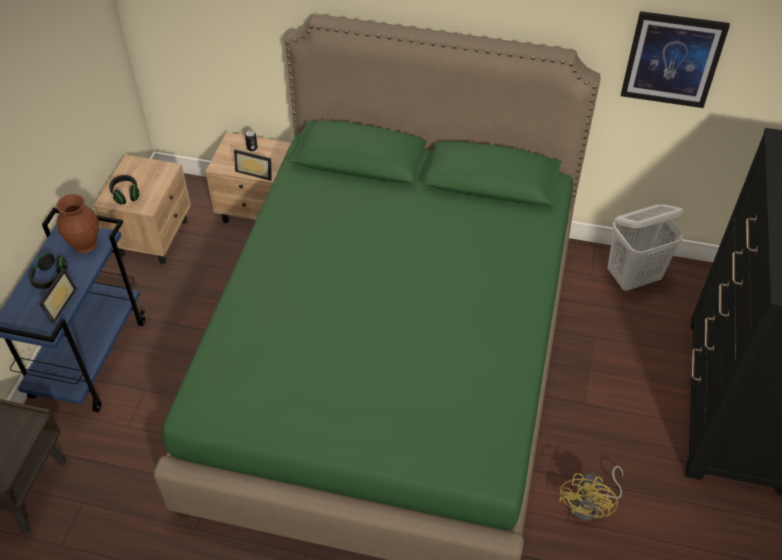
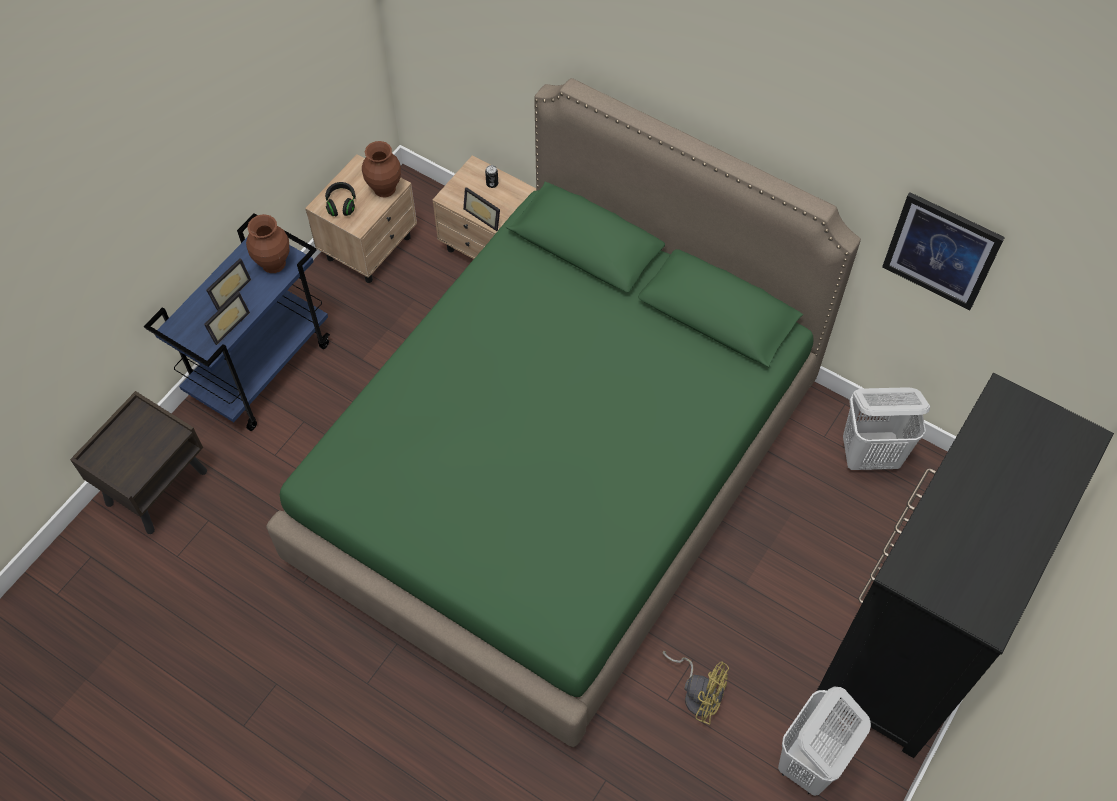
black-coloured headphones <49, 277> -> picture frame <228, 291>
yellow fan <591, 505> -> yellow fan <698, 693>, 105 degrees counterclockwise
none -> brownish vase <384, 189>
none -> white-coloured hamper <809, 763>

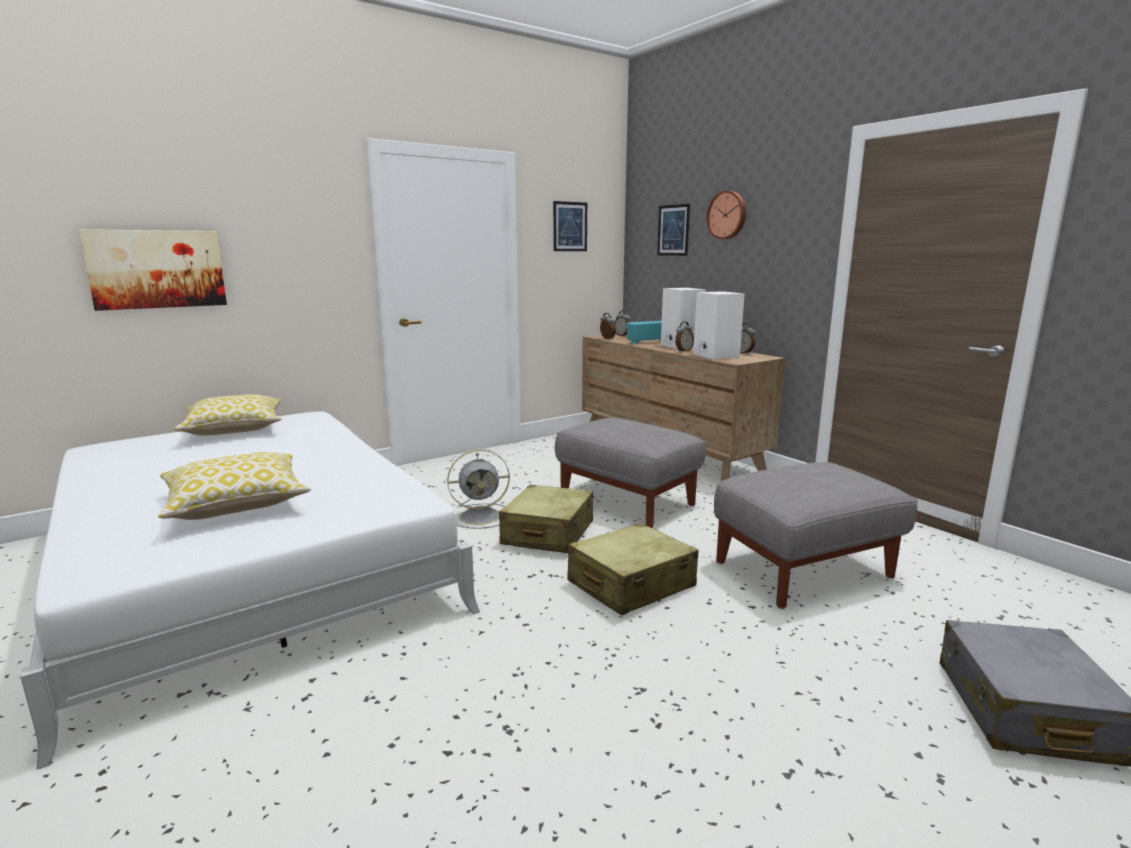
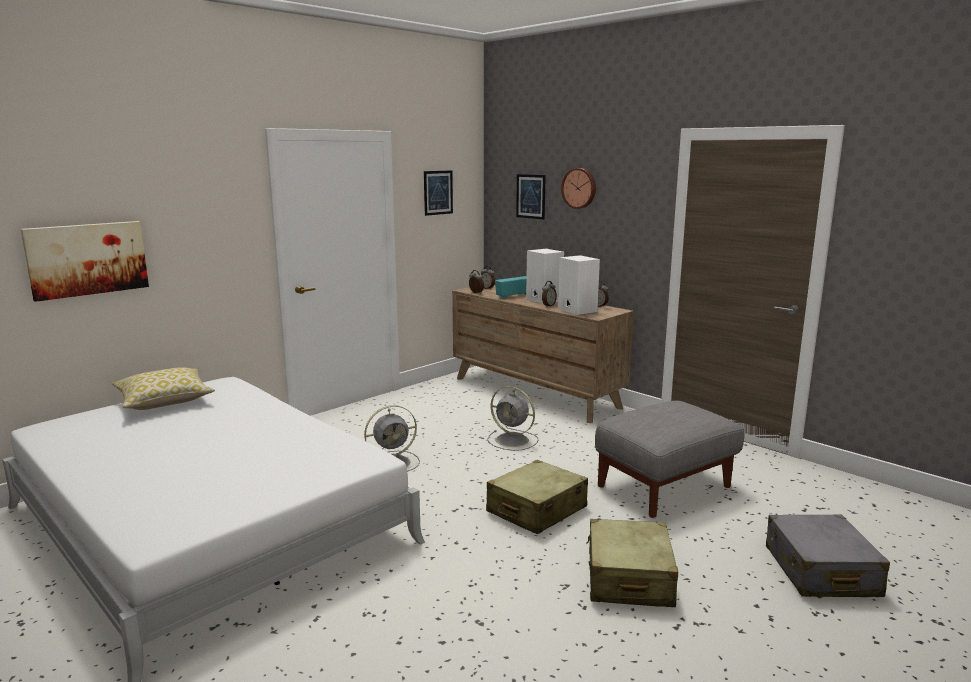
pillow <237, 504> -> none
sand-coloured suitcase <548, 533> -> sand-coloured suitcase <628, 578>, moved
grey ottoman <627, 501> -> grey fan <513, 440>

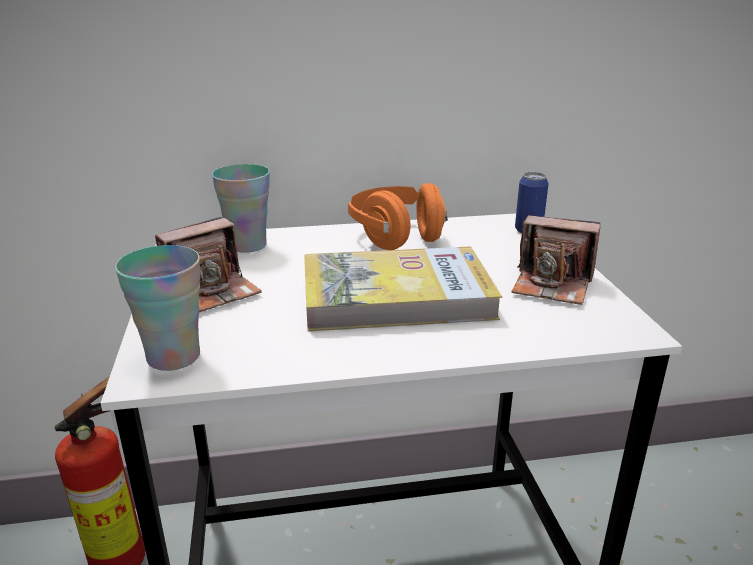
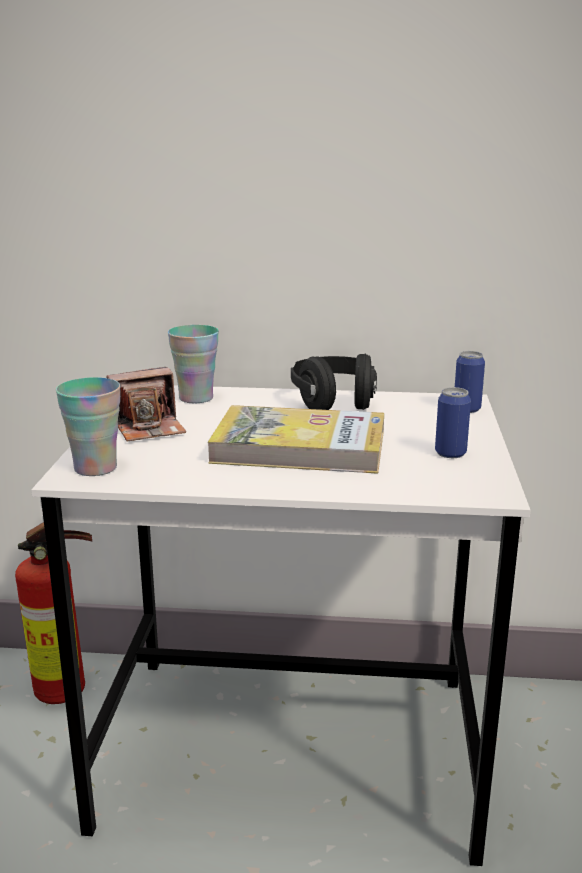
orange-coloured headphones <396, 236> -> black-coloured headphones <334, 403>
photo camera <552, 285> -> can <450, 453>

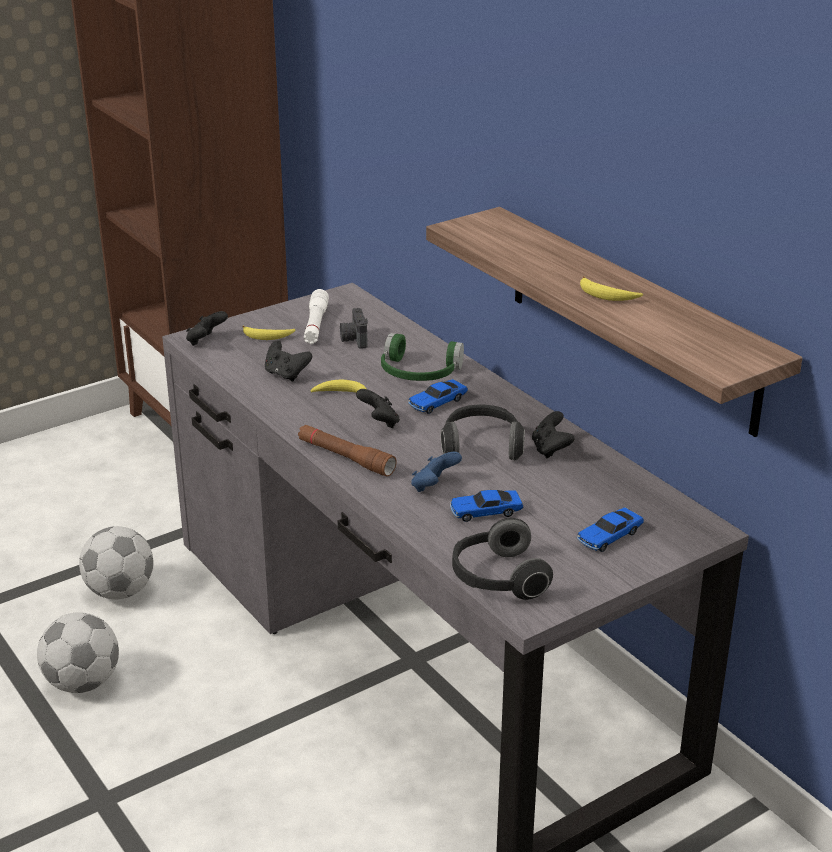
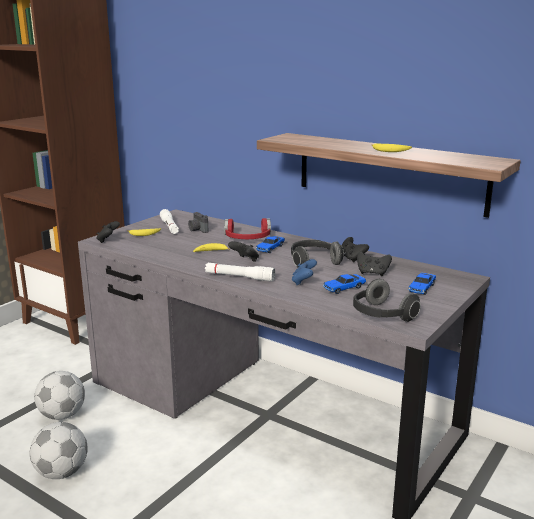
black-coloured joypad <286, 374> -> black-coloured joypad <372, 273>, moved
brownish hand torch <345, 458> -> white-coloured hand torch <239, 277>
green headphones <418, 373> -> red headphones <247, 238>

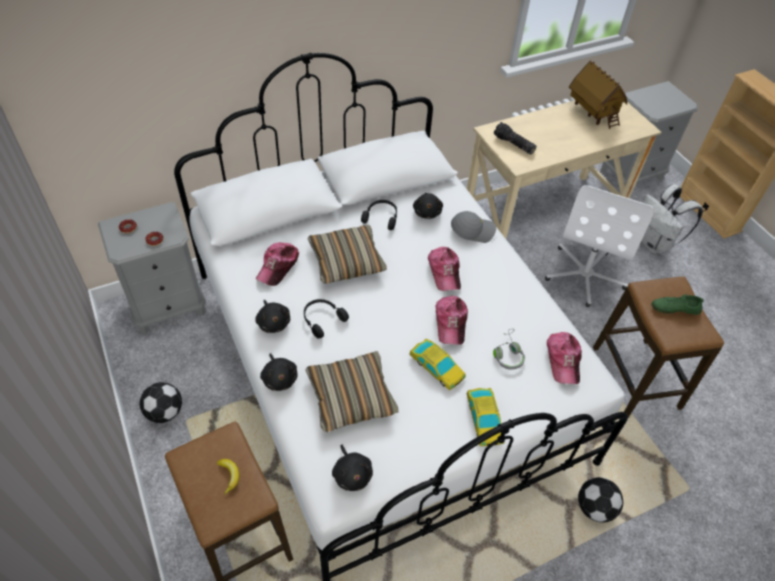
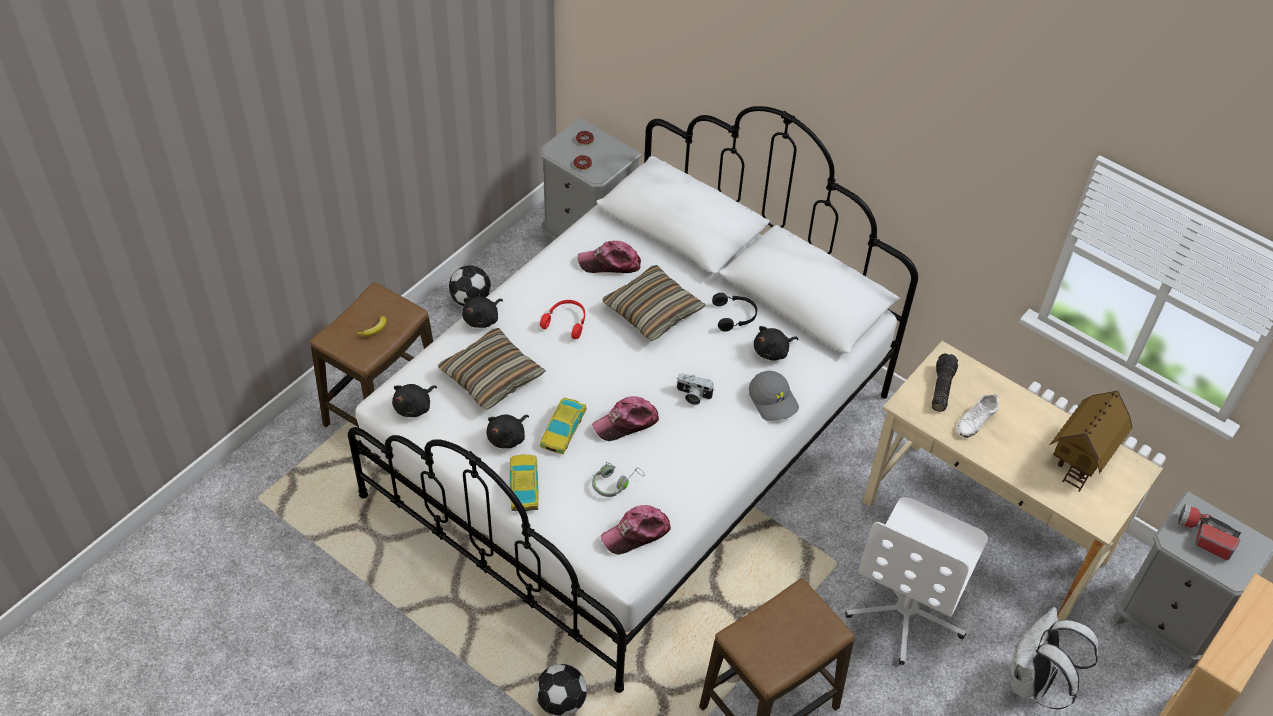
black-coloured plush toy <273, 322> -> black-coloured plush toy <508, 437>, moved
black-coloured headphones <322, 319> -> red headphones <566, 322>
peaked cap <444, 272> -> photo camera <693, 395>
model car <484, 419> -> model car <524, 486>, 120 degrees clockwise
white-coloured computer chair <585, 275> -> white-coloured computer chair <906, 610>, 60 degrees counterclockwise
green low shoe <675, 308> -> none
none -> white-coloured low shoe <976, 420>
none -> hand torch <1204, 536>

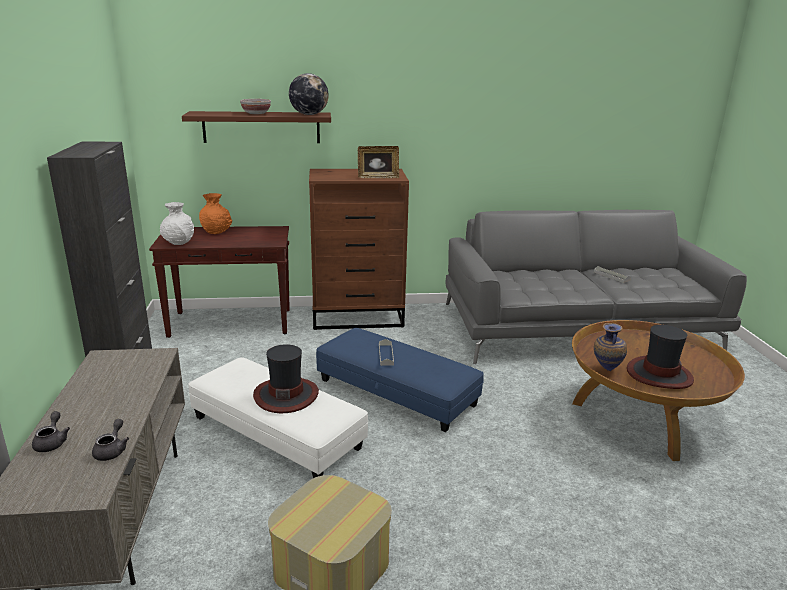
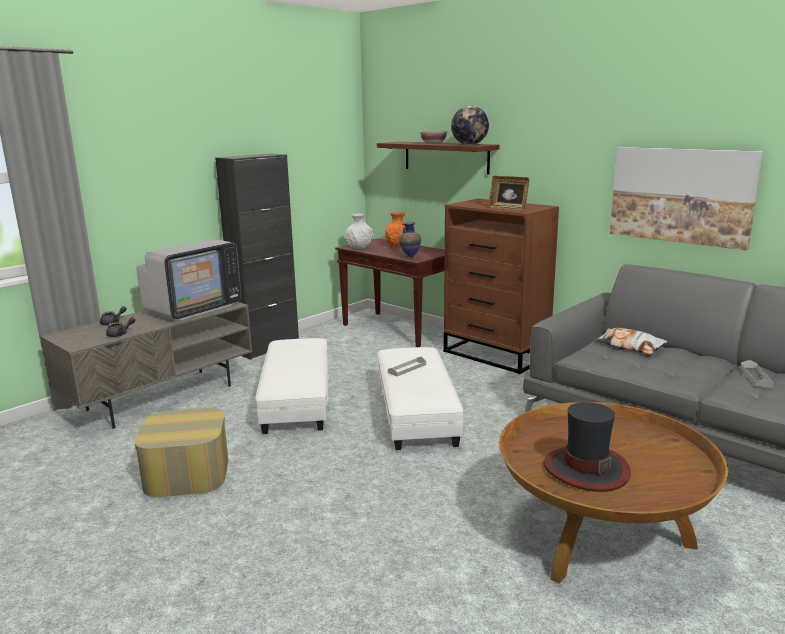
hat <286, 395> -> none
blue ottoman <396, 392> -> white-coloured ottoman <416, 411>
vase <605, 370> -> vase <410, 257>, moved
none -> TV <193, 308>
none -> pillow <630, 346>
none -> picture <681, 195>

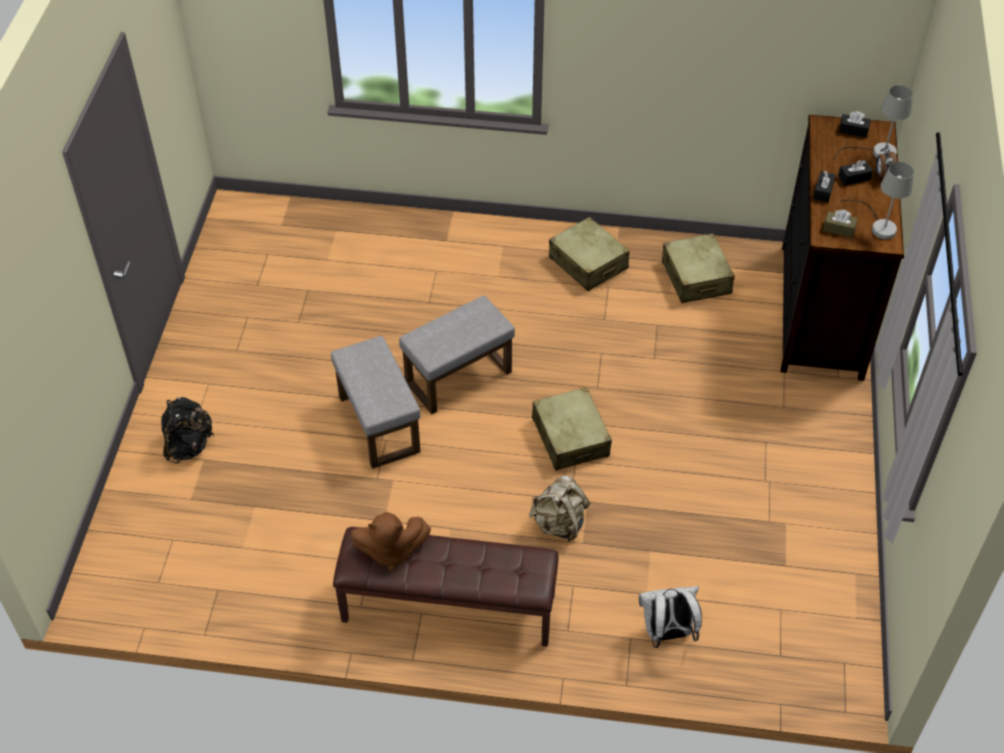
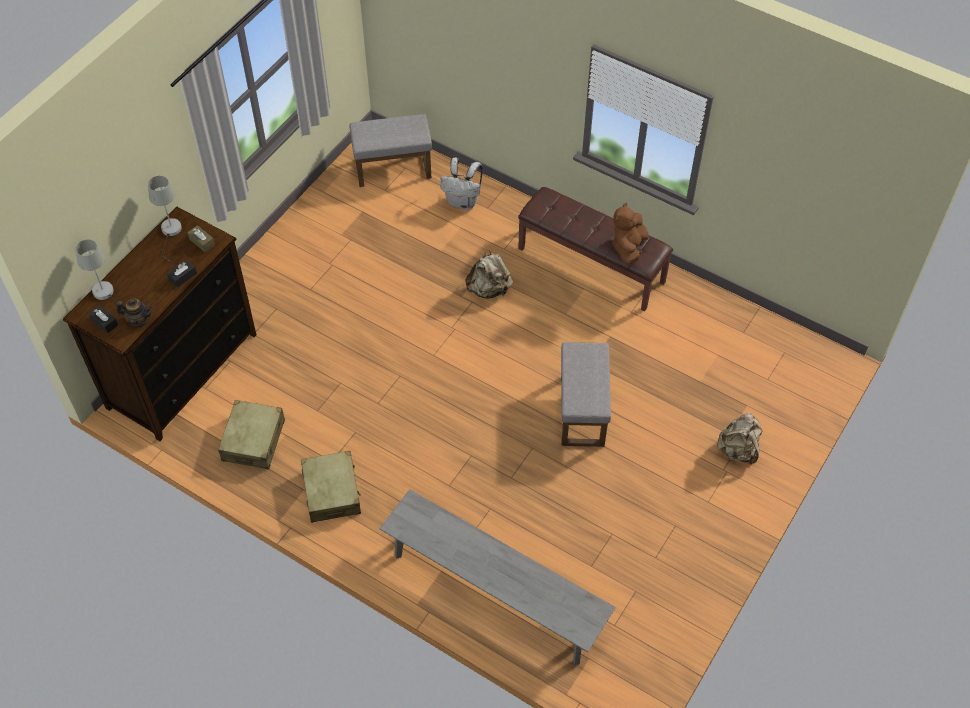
black-coloured knapsack <188, 445> -> sand-coloured knapsack <738, 450>
brownish plush toy <390, 551> -> brownish plush toy <628, 247>, 90 degrees counterclockwise
grey ottoman <459, 376> -> grey ottoman <392, 169>, moved
sand-coloured suitcase <570, 437> -> none
black-coloured tissue holder <854, 177> -> none
bedside clock <882, 175> -> none
none -> tea pot <138, 320>
none -> grey indoor bench <494, 593>

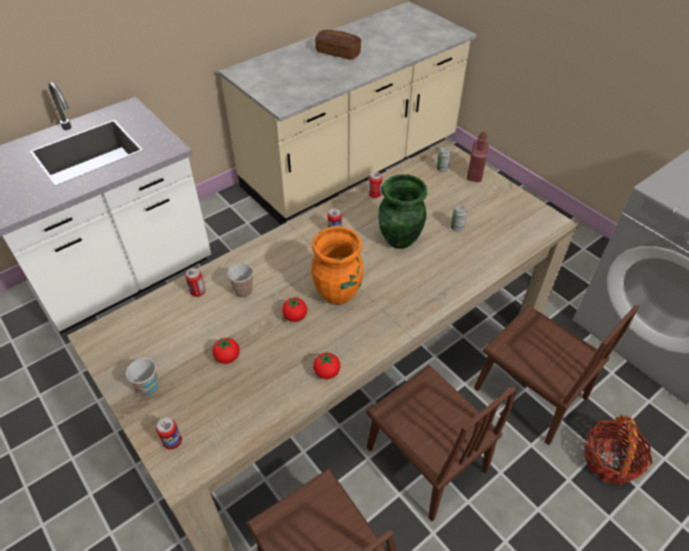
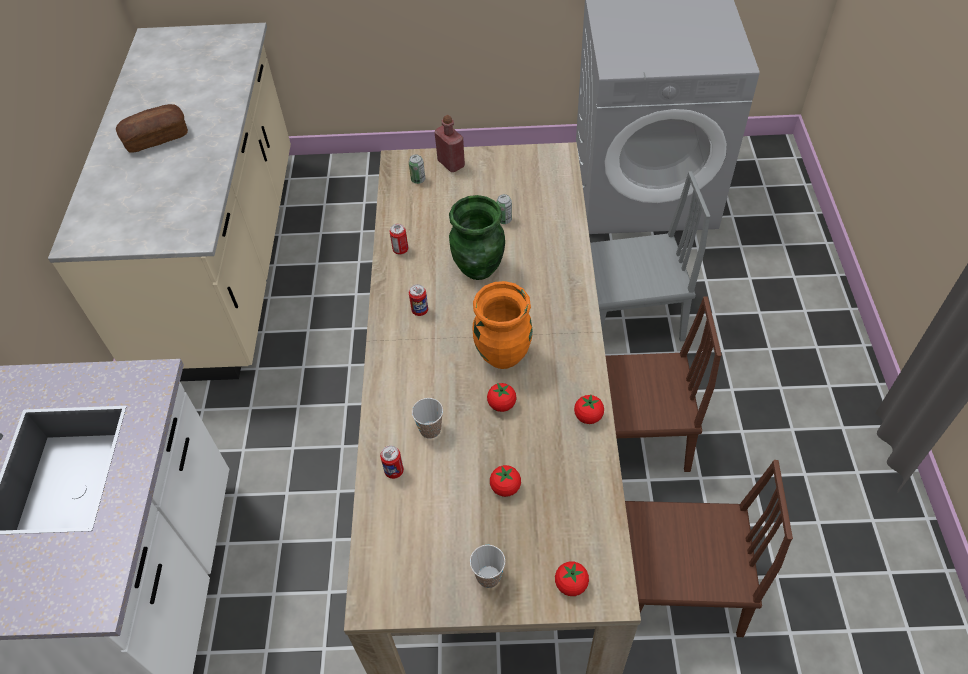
can <173, 442> -> fresh tomato <571, 584>
brownish plain chair <530, 393> -> grey plain chair <629, 317>
basket <610, 460> -> none

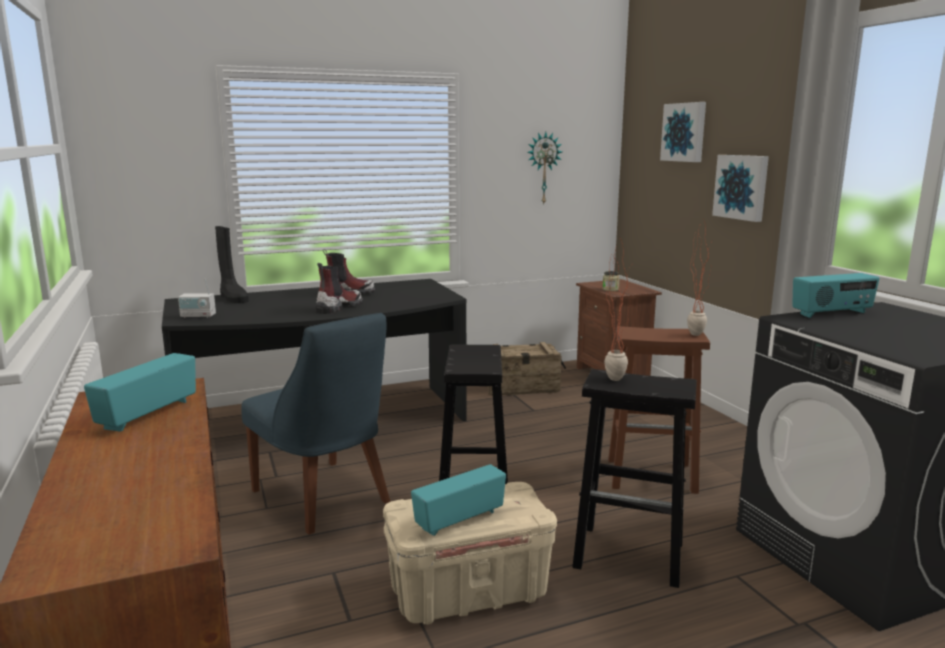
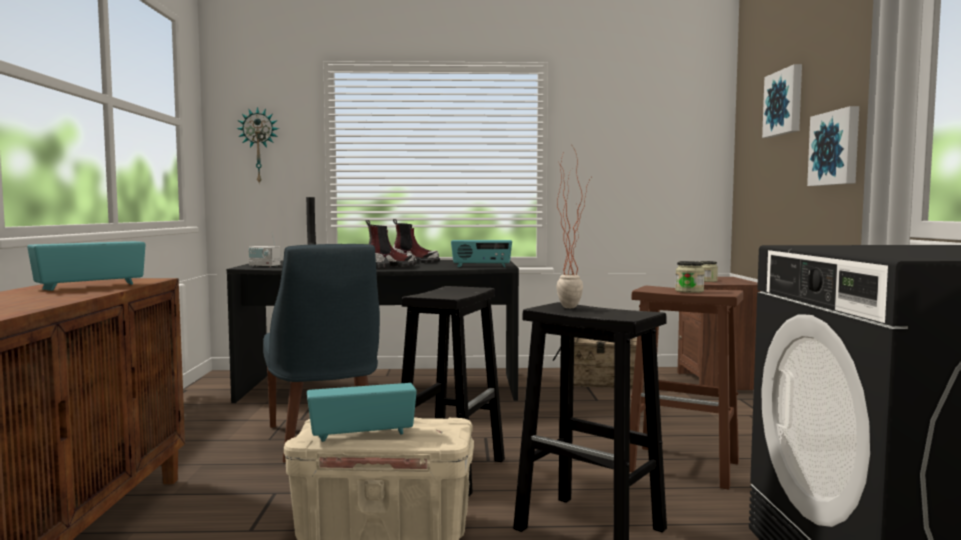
hanging clock <543, 168> -> hanging clock <259, 146>, moved
plant in a pot <696, 333> -> none
radio <832, 313> -> radio <481, 266>, moved
none -> jar <689, 291>

